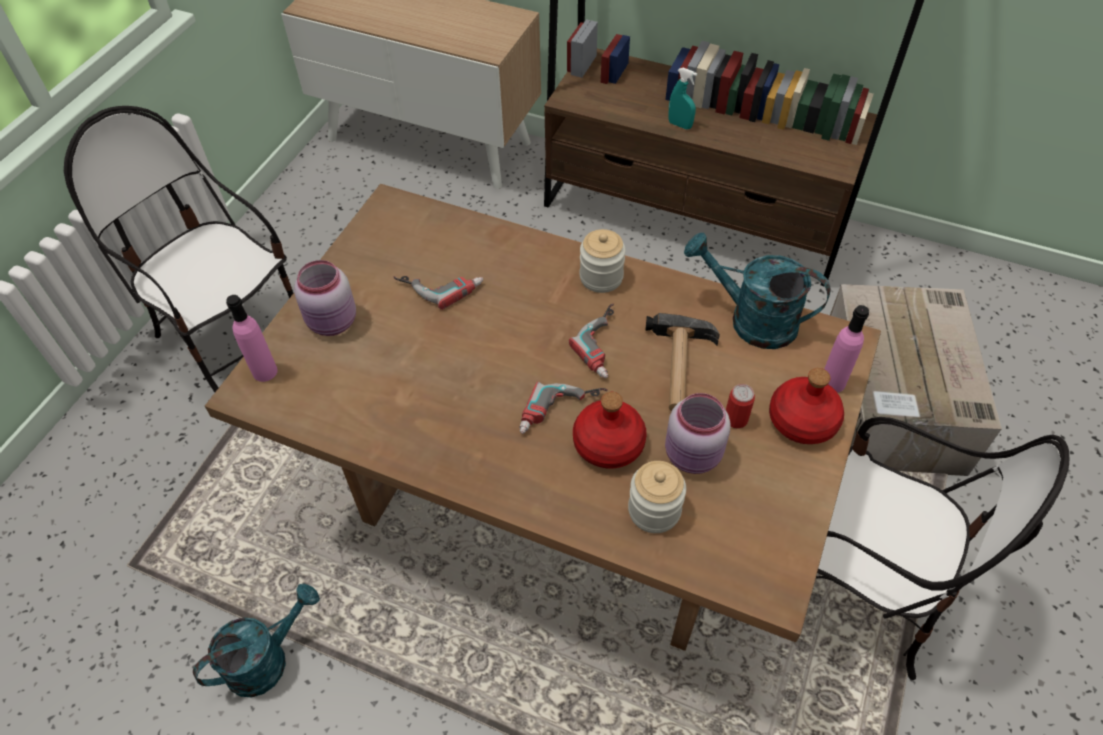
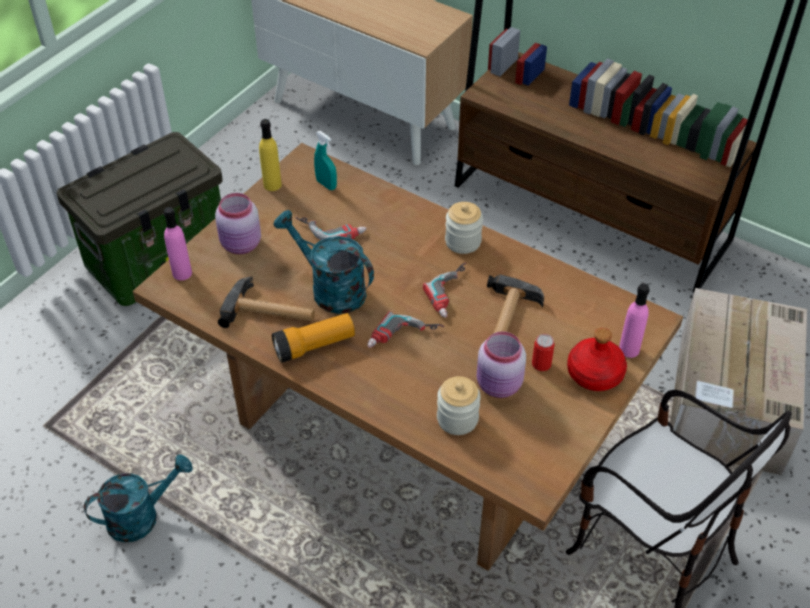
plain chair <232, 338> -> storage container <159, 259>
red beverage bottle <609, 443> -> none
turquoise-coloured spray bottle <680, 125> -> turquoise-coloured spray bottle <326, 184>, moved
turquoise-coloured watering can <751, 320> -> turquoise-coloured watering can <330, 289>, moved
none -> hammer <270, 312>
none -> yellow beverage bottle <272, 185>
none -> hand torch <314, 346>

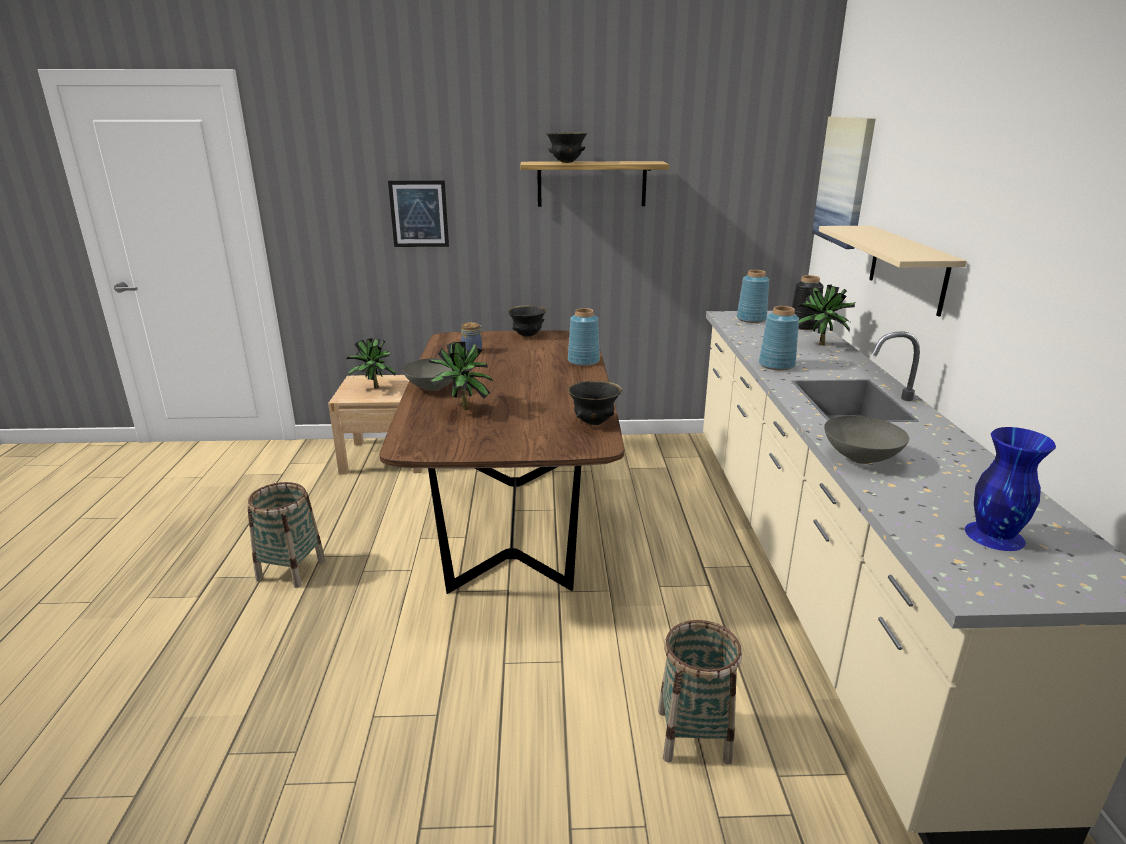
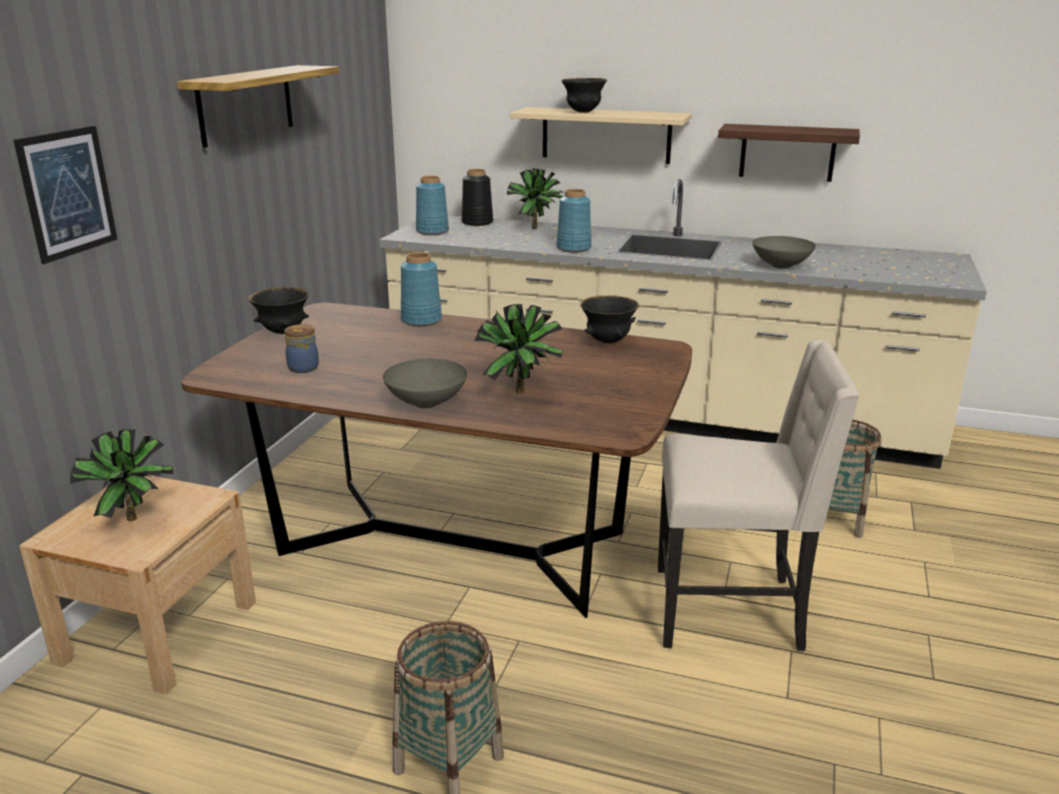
black-coloured bowl <567, 162> -> black-coloured bowl <583, 112>, moved
picture <844, 181> -> none
blue vase <994, 535> -> none
none -> sand-coloured plain chair <731, 610>
none -> shelf <787, 152>

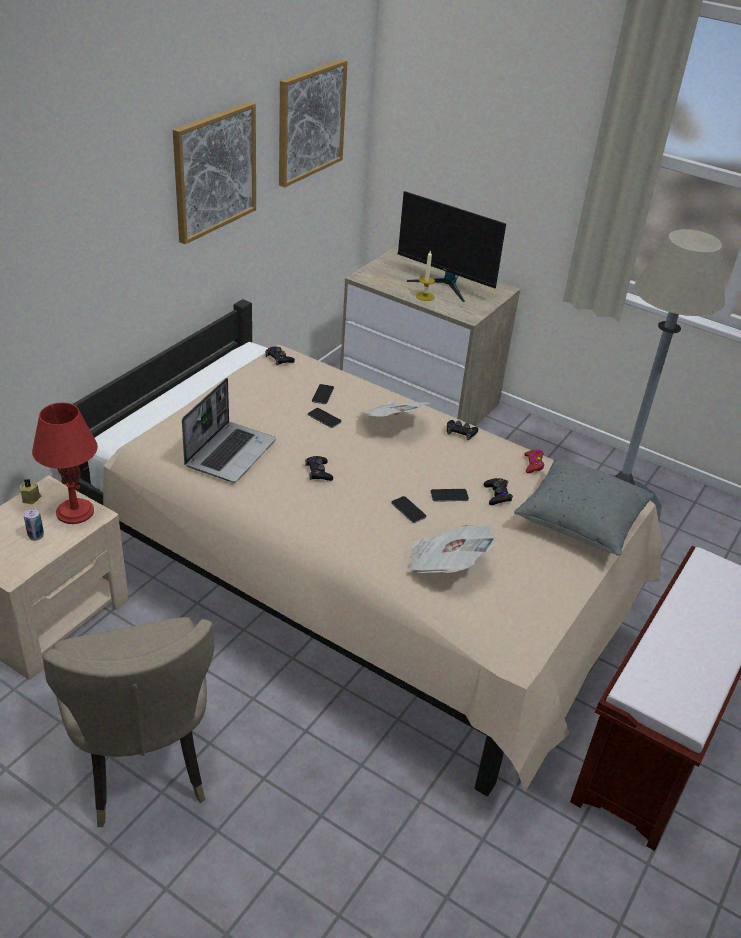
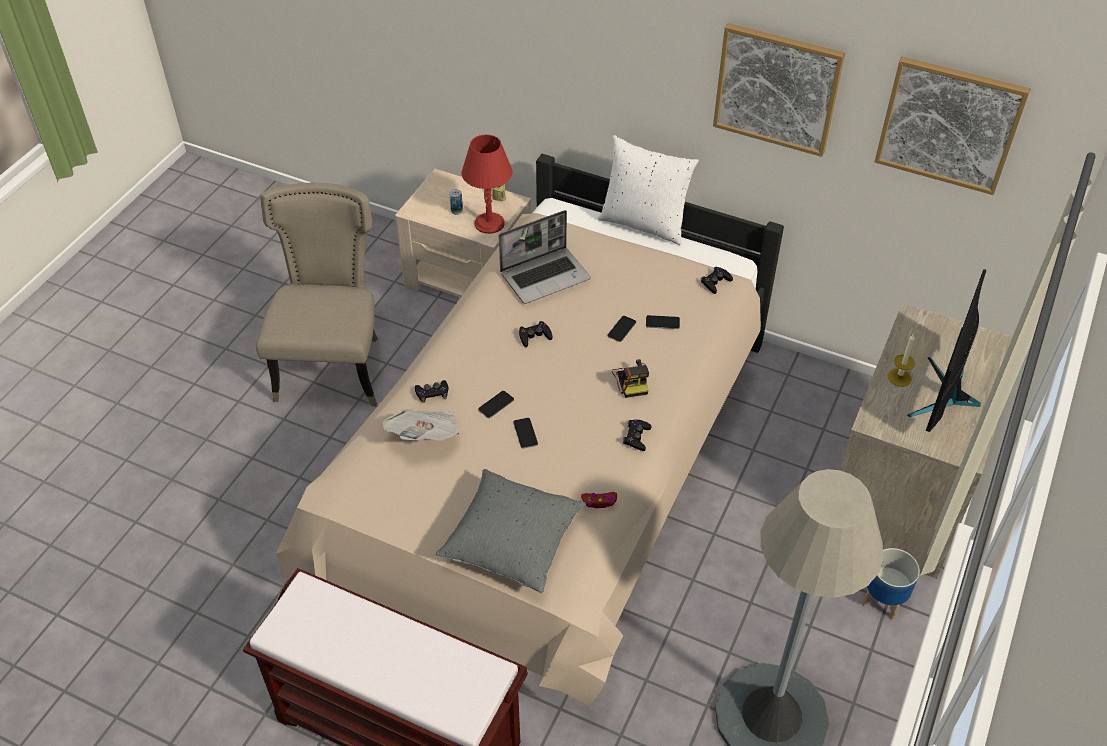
sand-coloured plain chair <143, 766> -> sand-coloured plain chair <334, 367>, 120 degrees clockwise
portable computer <230, 452> -> portable computer <545, 276>, 45 degrees counterclockwise
newspaper <392, 423> -> photo camera <631, 380>
black-coloured joypad <497, 495> -> black-coloured joypad <432, 393>, moved
none -> white-coloured pillow <644, 223>
none -> plant pot <883, 599>

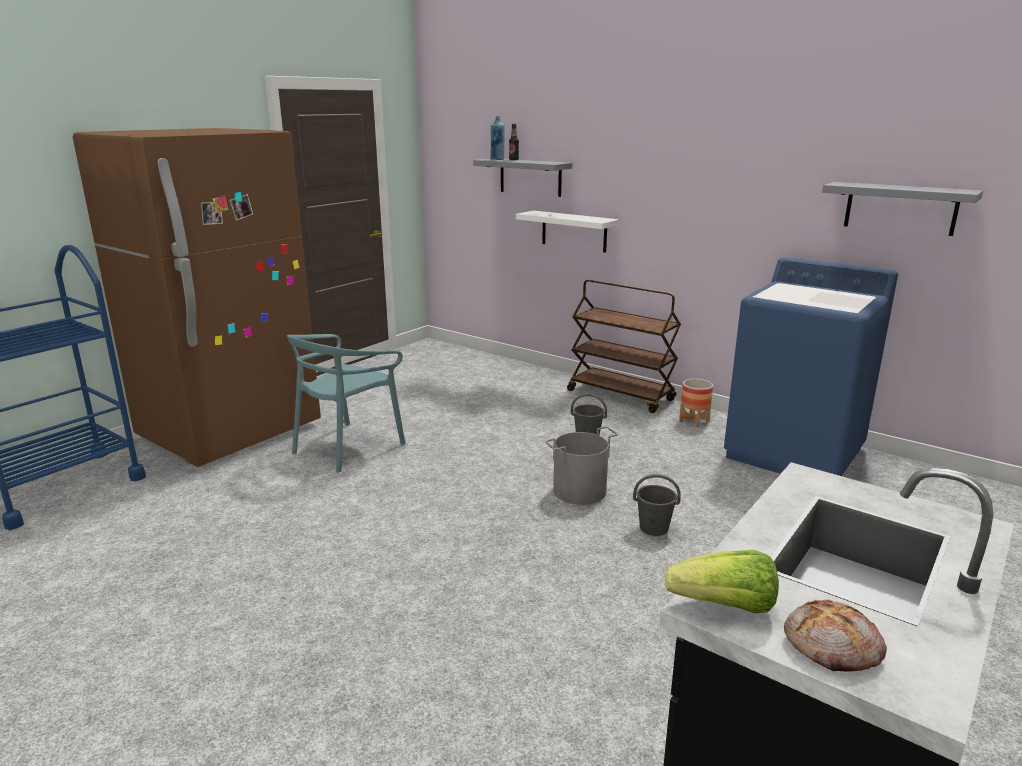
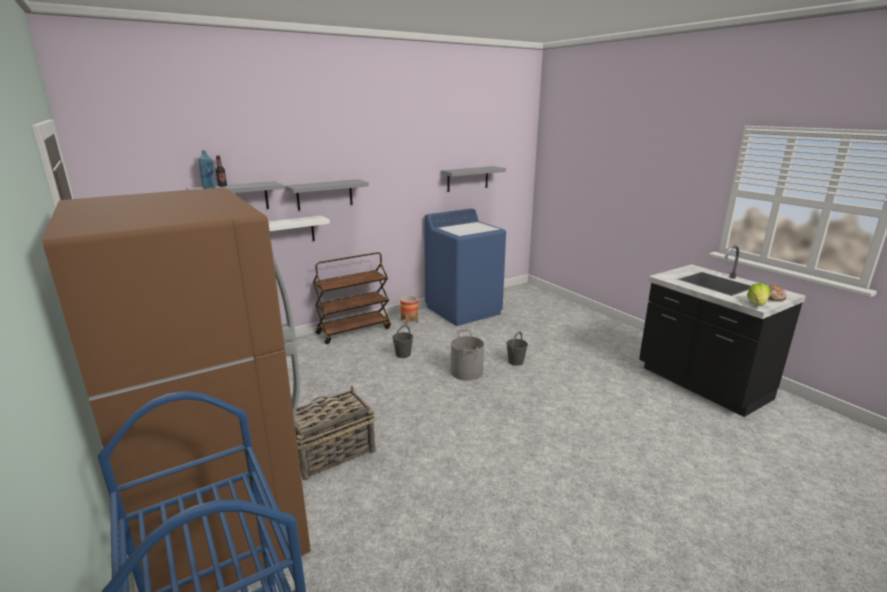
turquoise-coloured plain chair <348, 447> -> basket <331, 453>
none -> grey shelf <324, 194>

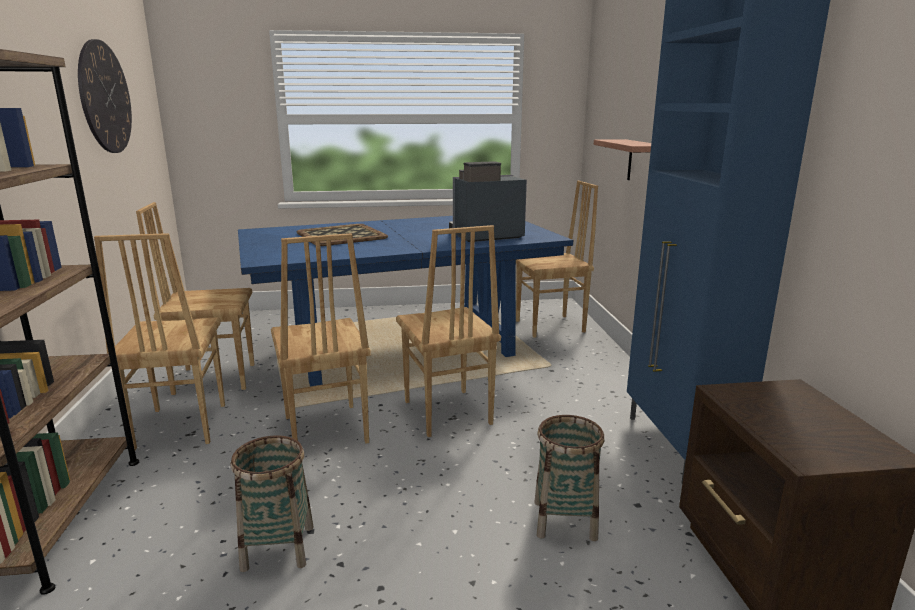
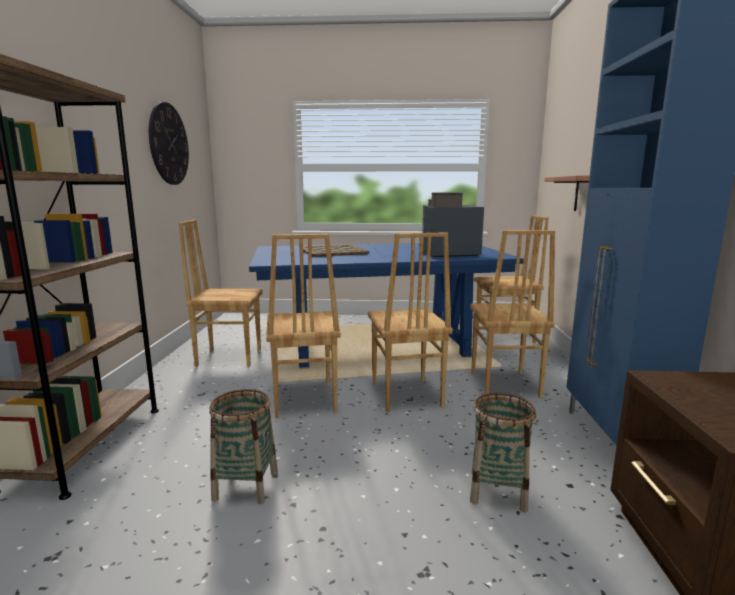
brownish plain chair <179, 426> -> brownish plain chair <503, 385>, moved

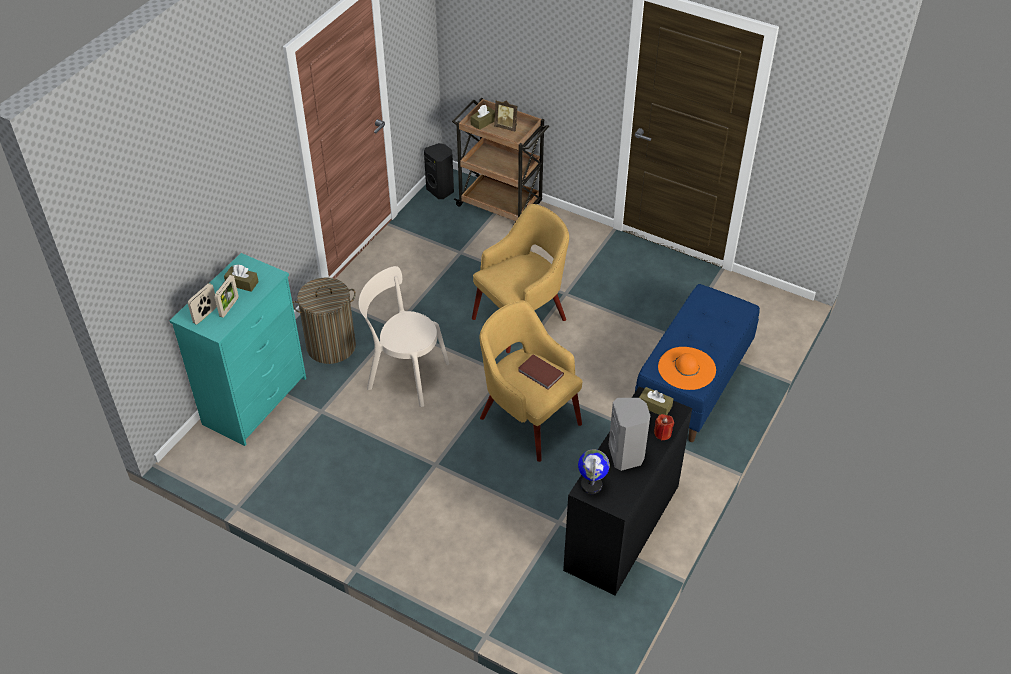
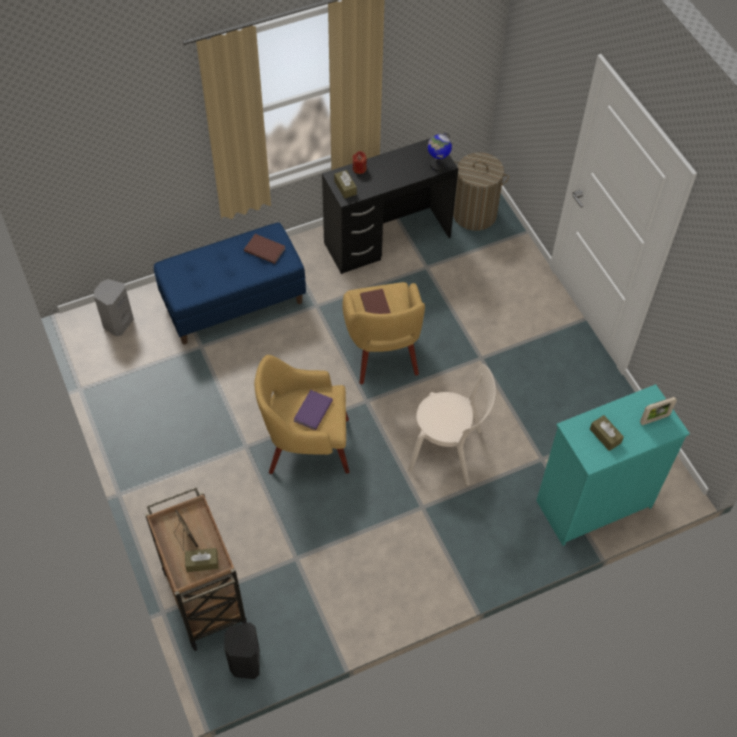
picture frame <229, 307> -> none
hamper <331, 346> -> hamper <474, 214>, moved
sand-coloured plain chair <404, 374> -> sand-coloured plain chair <449, 451>, 45 degrees counterclockwise
grey audio speaker <626, 455> -> grey audio speaker <117, 323>, moved
orange-coloured hat <687, 368> -> brownish bound book <264, 249>
none -> purple-coloured bound book <312, 411>

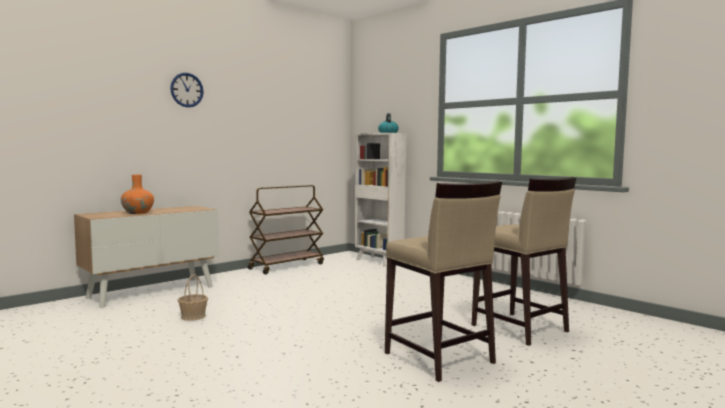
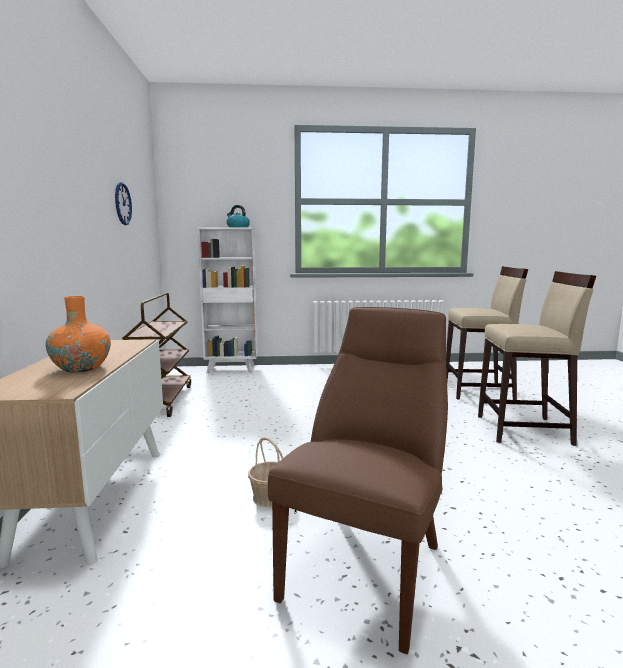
hanging clock <187, 90> -> hanging clock <122, 203>, moved
none -> brownish plain chair <368, 566>

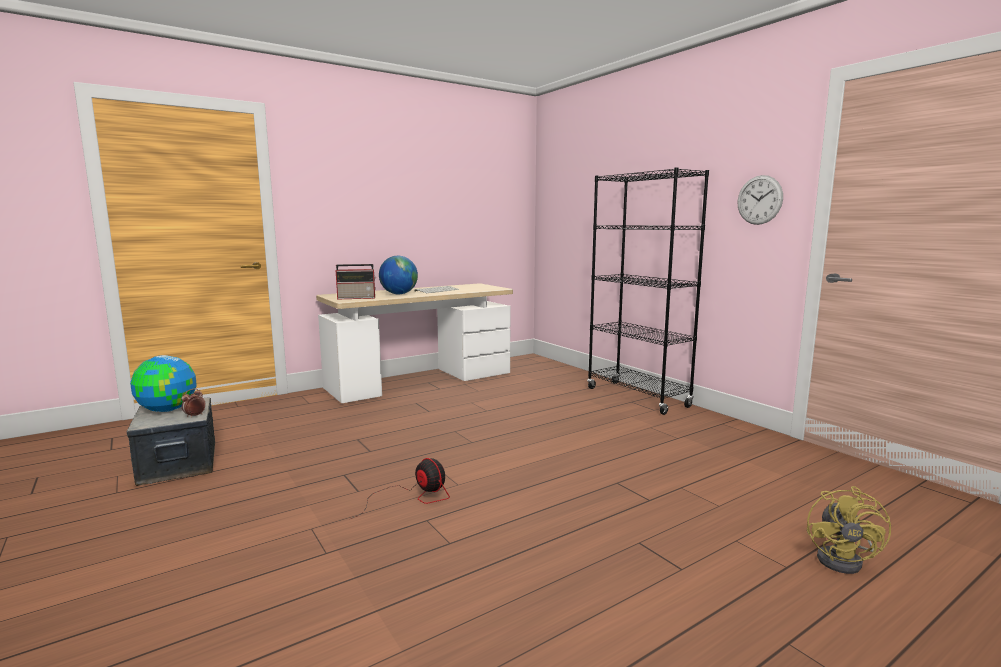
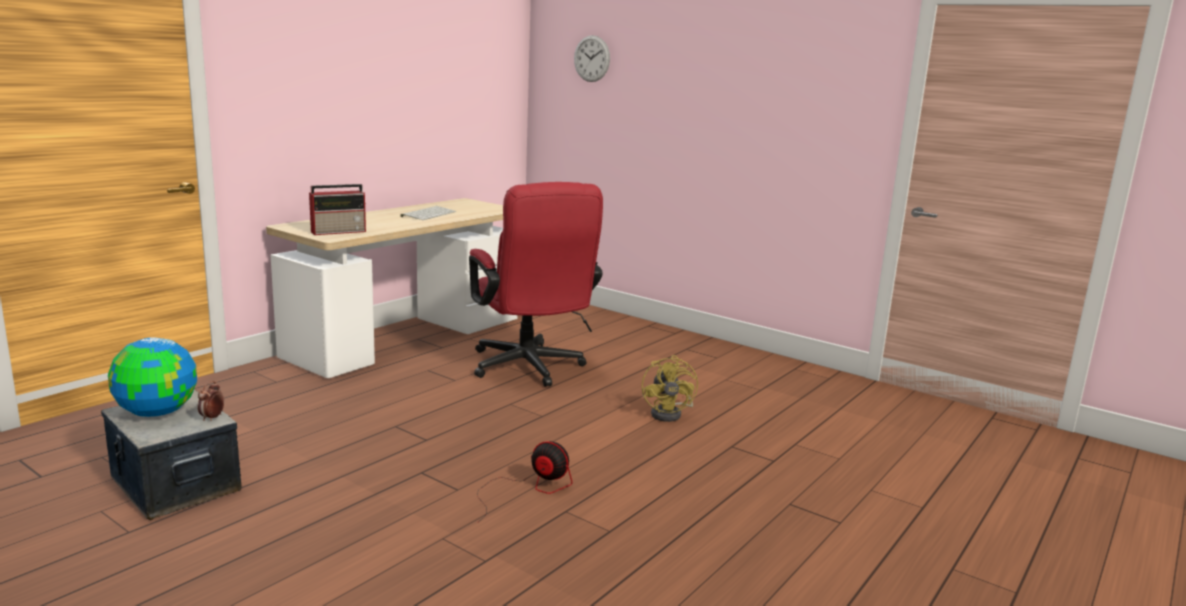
desk globe <399, 294> -> none
black-coloured shelving unit <637, 397> -> none
hanging clock <759, 200> -> hanging clock <592, 58>, moved
yellow fan <845, 560> -> yellow fan <670, 414>, moved
none -> red computer chair <530, 369>

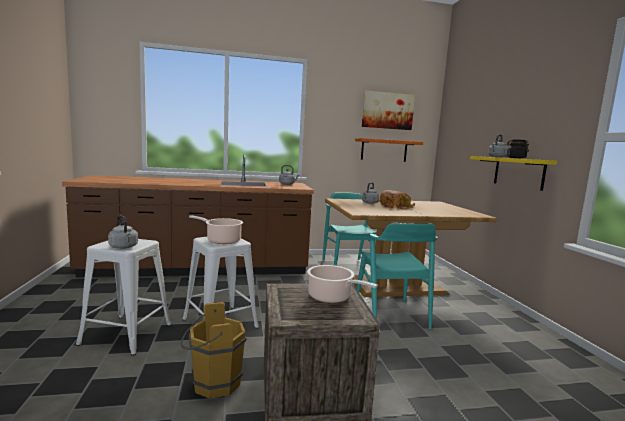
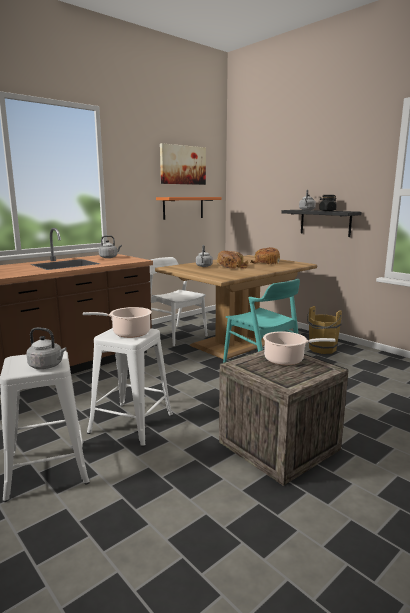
brownish bucket <212, 383> -> brownish bucket <321, 350>, moved
turquoise-coloured plain chair <347, 266> -> white-coloured plain chair <175, 335>
yellow shelf <518, 172> -> black-coloured shelf <325, 222>
none -> baked bread <264, 263>

